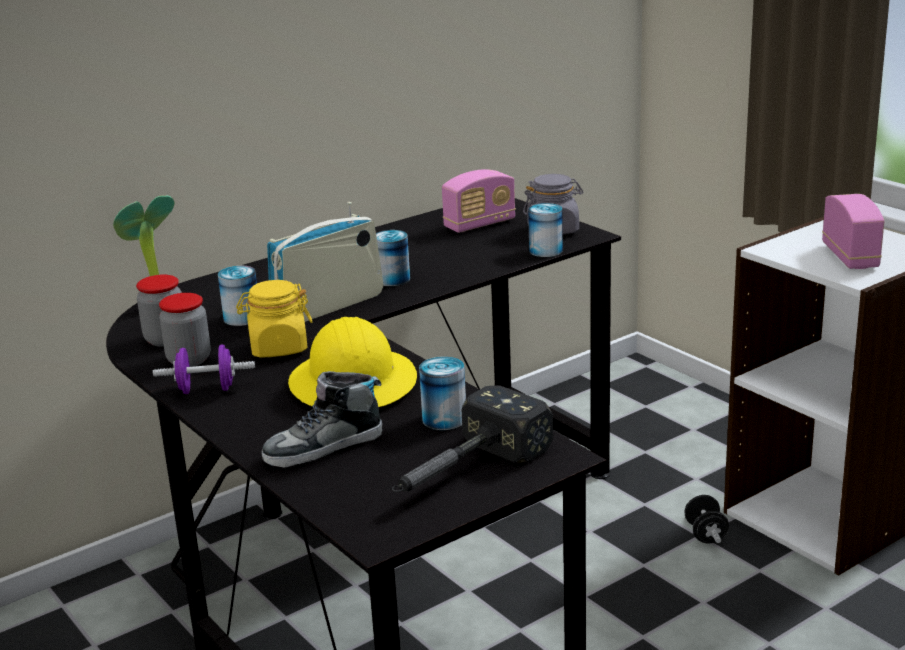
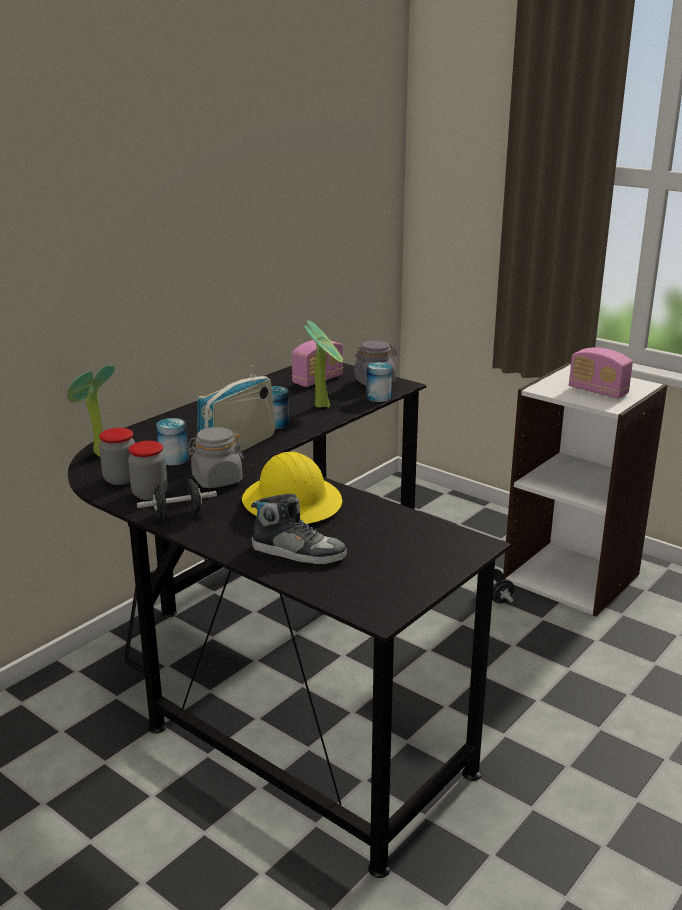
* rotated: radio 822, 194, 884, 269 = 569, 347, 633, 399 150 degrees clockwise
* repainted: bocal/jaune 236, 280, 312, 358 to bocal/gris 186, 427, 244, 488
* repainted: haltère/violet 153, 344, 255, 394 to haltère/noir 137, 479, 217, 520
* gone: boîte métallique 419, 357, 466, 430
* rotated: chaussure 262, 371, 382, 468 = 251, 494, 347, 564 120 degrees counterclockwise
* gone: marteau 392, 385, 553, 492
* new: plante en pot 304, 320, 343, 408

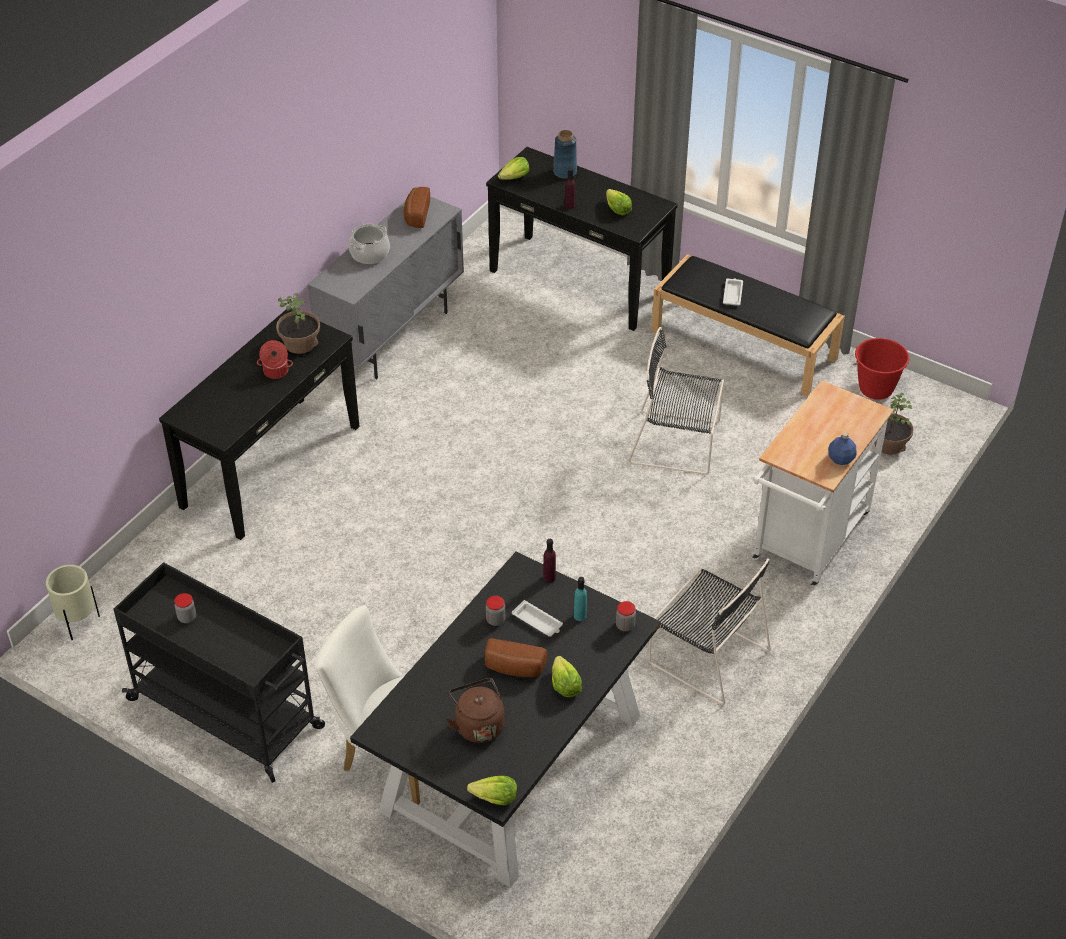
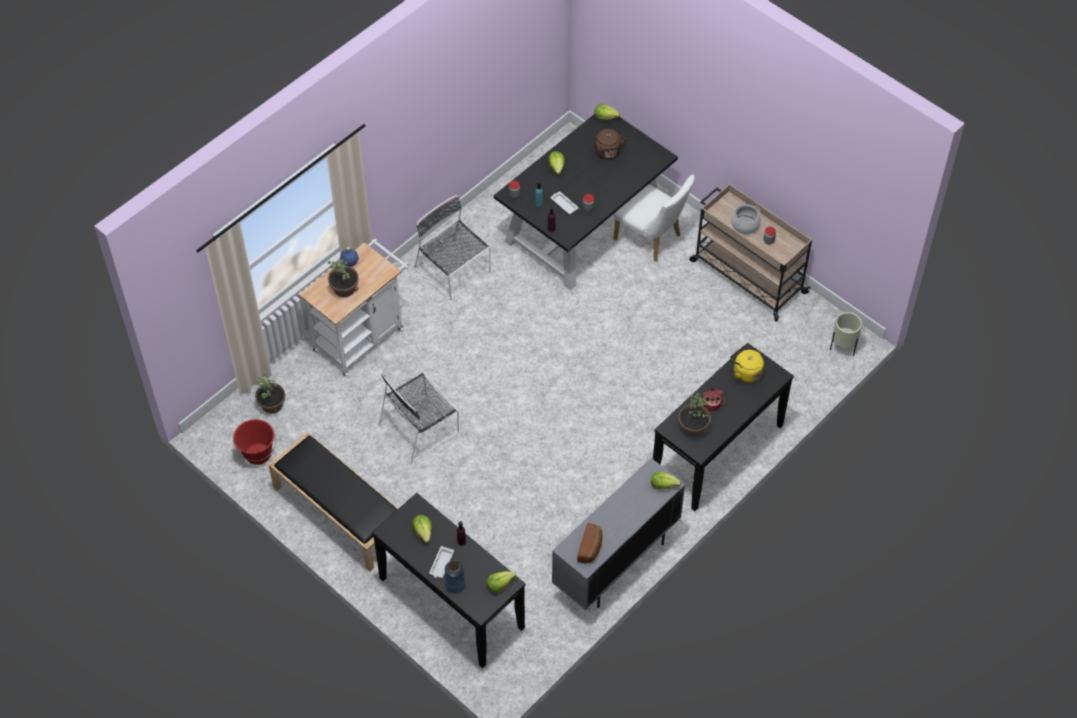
* shifted: marmite 349, 224, 390, 264 to 731, 204, 761, 234
* shifted: plateau/blanc 723, 279, 743, 305 to 429, 546, 454, 578
* rotated: chaise/noir 628, 327, 724, 475 = 379, 372, 459, 462 120 degrees clockwise
* repainted: chariot/noir 113, 562, 325, 783 to chariot/beige 690, 184, 812, 322
* gone: pain 485, 638, 548, 677
* new: plante en pot 328, 259, 359, 297
* new: bouilloire/jaune 730, 344, 764, 383
* new: laitue 651, 471, 681, 490

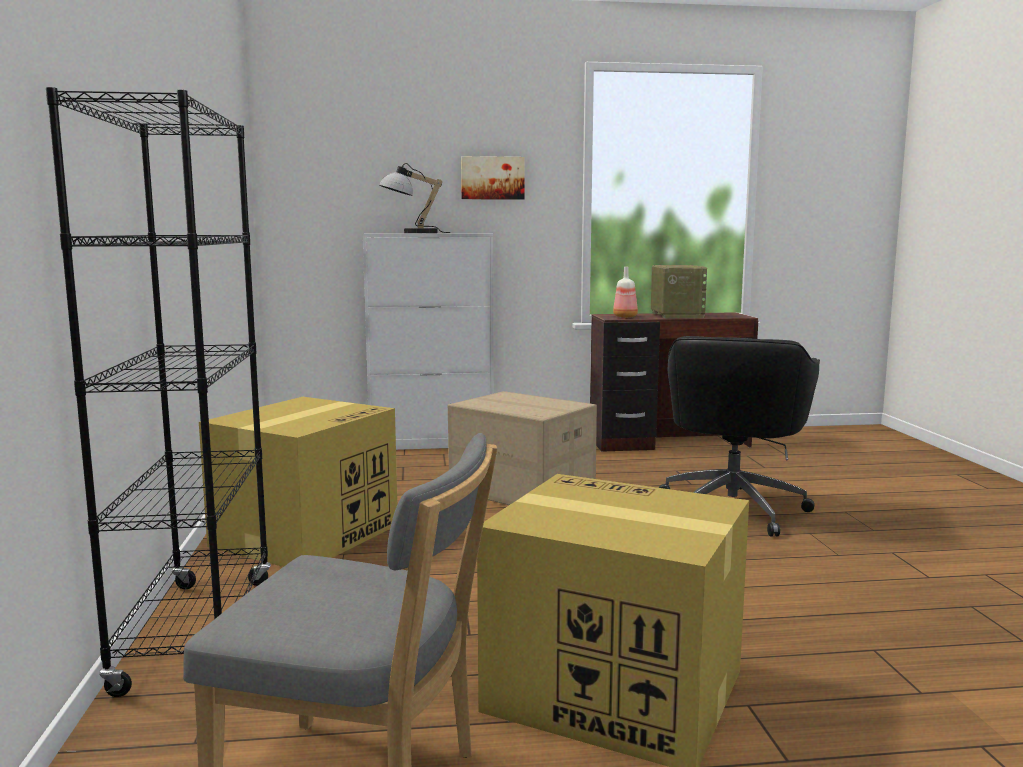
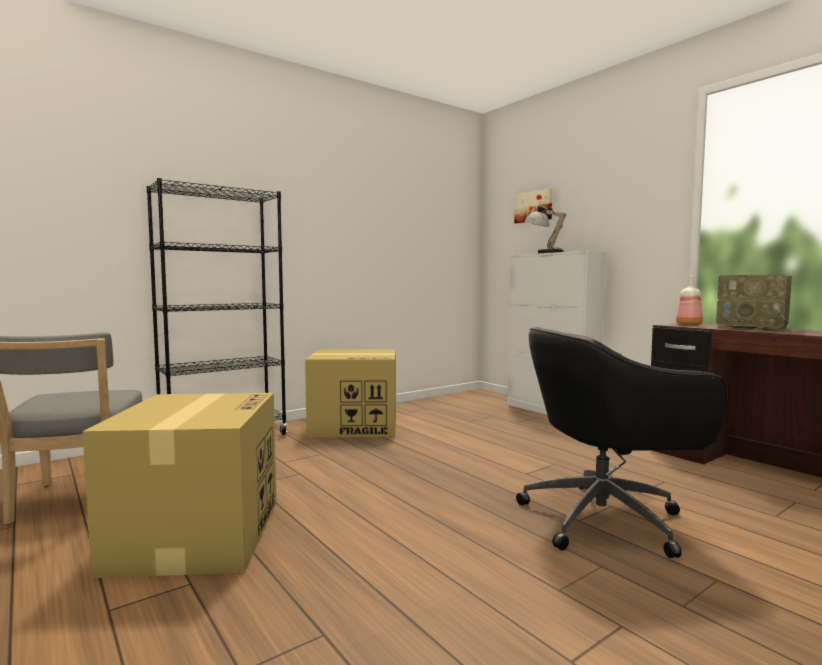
* shifted: tableau 461, 156, 525, 200 to 514, 188, 553, 223
* rotated: radio 651, 265, 707, 318 = 716, 275, 792, 332 75 degrees clockwise
* gone: carton 448, 391, 597, 505

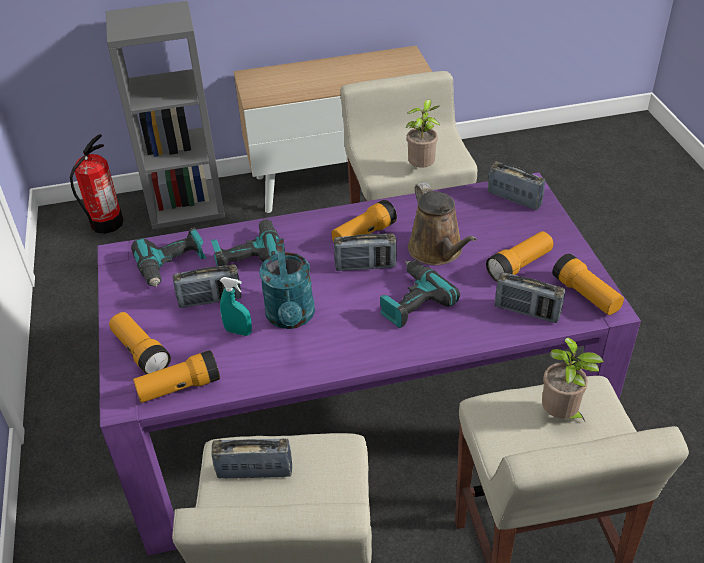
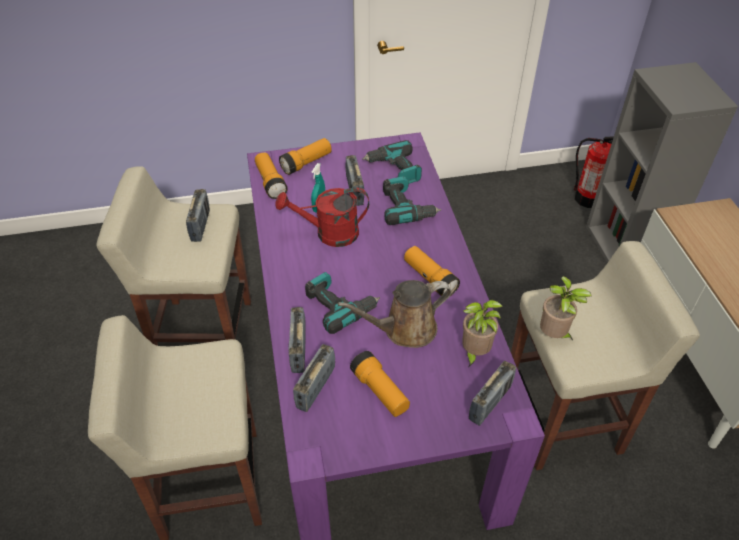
* shifted: radio 334, 234, 397, 271 to 289, 307, 306, 373
* repainted: arrosoir/turquoise 259, 238, 315, 329 to arrosoir/rouge 275, 188, 369, 247
* gone: lampe de poche 552, 254, 624, 315
* shifted: plante en pot 542, 337, 604, 423 to 462, 300, 503, 368

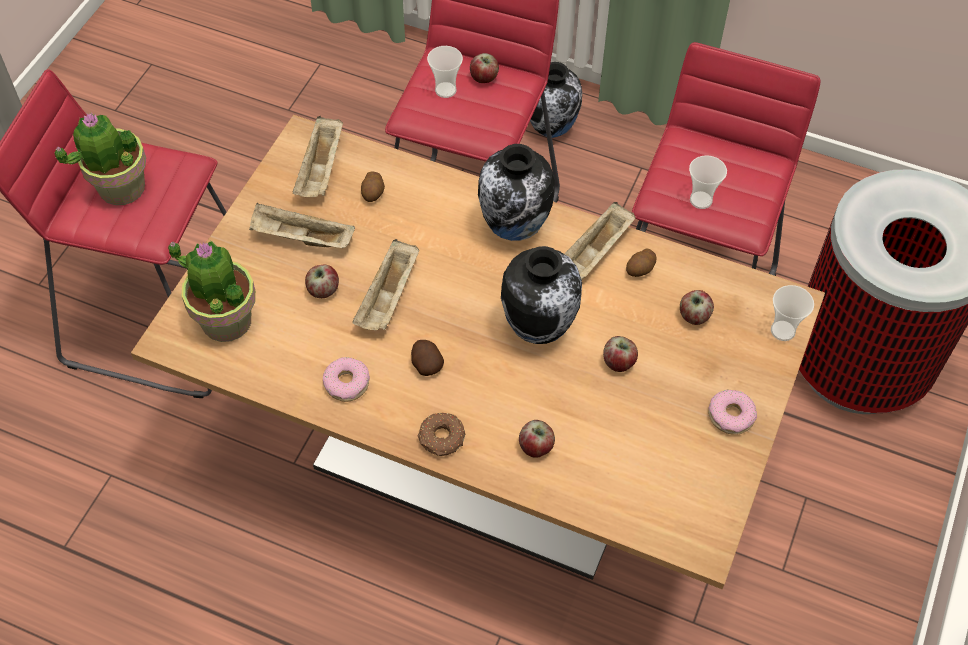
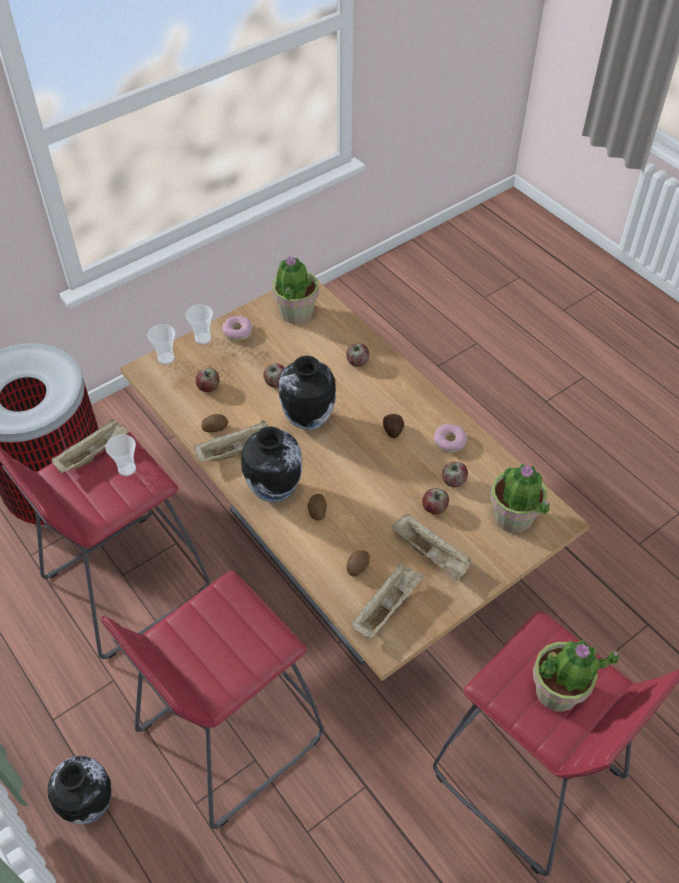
* shifted: tasse 427, 46, 463, 98 to 186, 304, 213, 344
* shifted: pomme 470, 53, 499, 83 to 442, 462, 468, 487
* shifted: plateau/beige 352, 239, 419, 330 to 51, 419, 130, 473
* gone: beignet 417, 413, 465, 456
* new: plante en pot 273, 256, 319, 324
* new: pomme de terre 307, 494, 327, 521

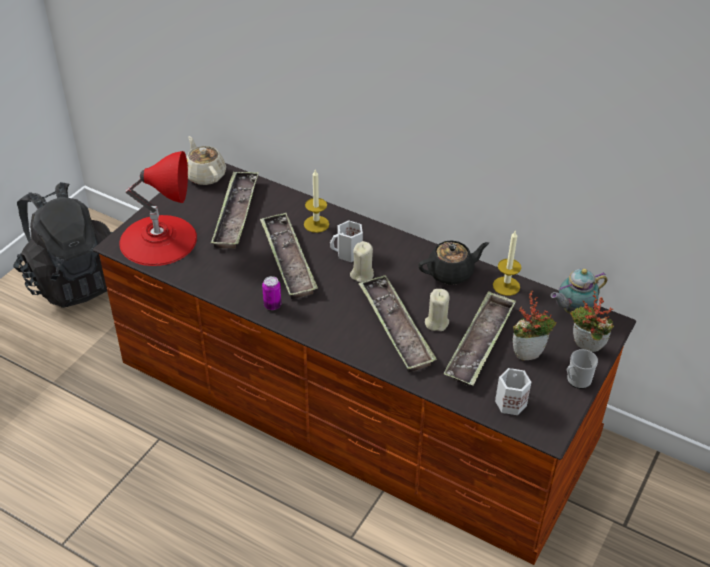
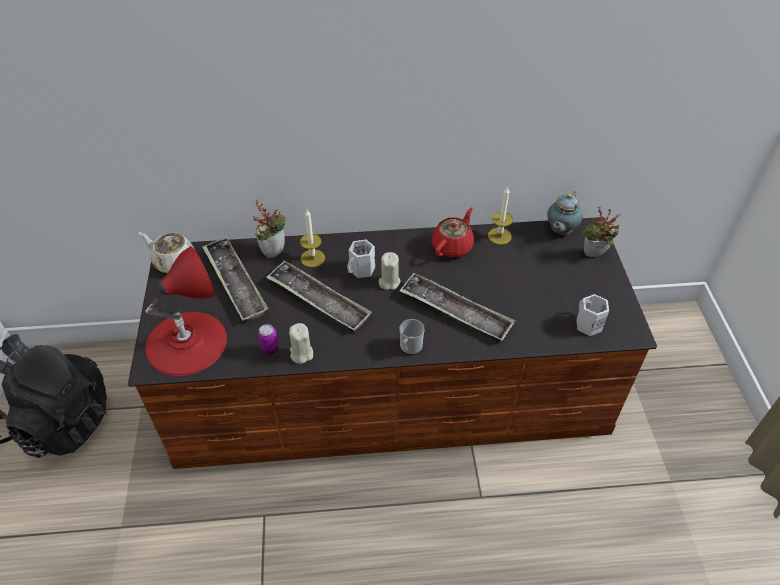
* repainted: théière/noir 418, 240, 489, 285 to théière/rouge 431, 207, 474, 257
* shifted: boîte métallique 262, 276, 281, 310 to 258, 324, 279, 356
* shifted: bougie/beige 425, 289, 449, 331 to 289, 323, 313, 364
* shifted: plante en pot 513, 290, 556, 360 to 253, 199, 286, 258
* gone: plateau 443, 291, 516, 386
* shifted: mug 567, 349, 598, 389 to 400, 319, 425, 355

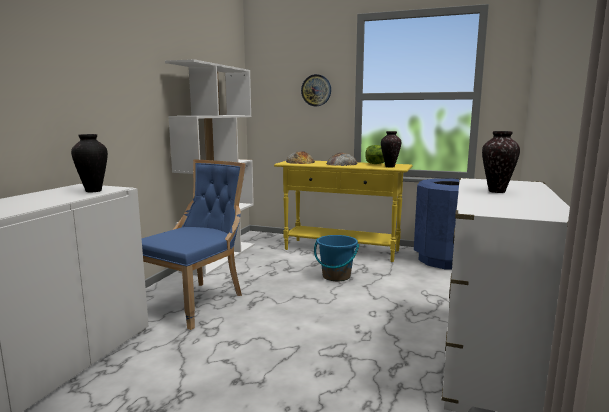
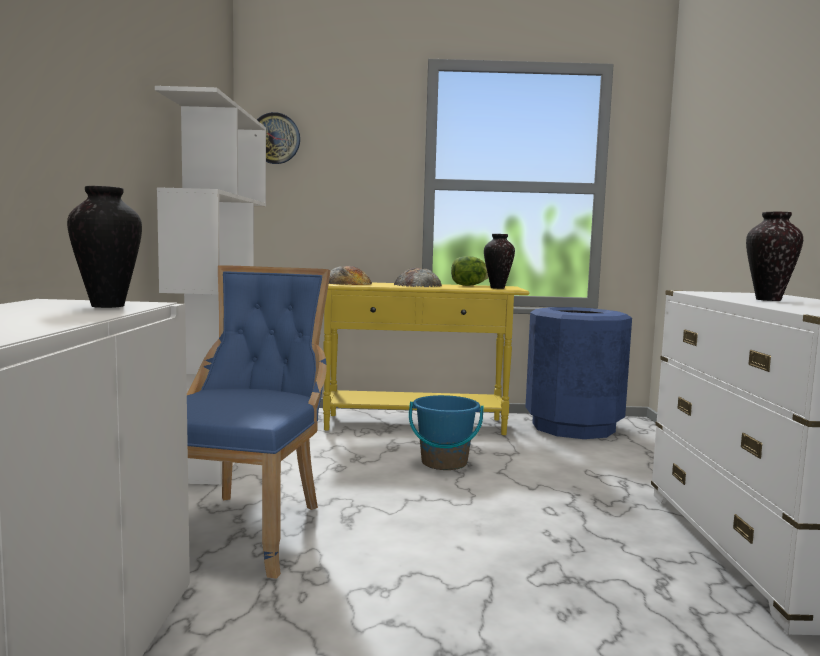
* shifted: horloge murale 301, 74, 331, 106 to 257, 112, 300, 164

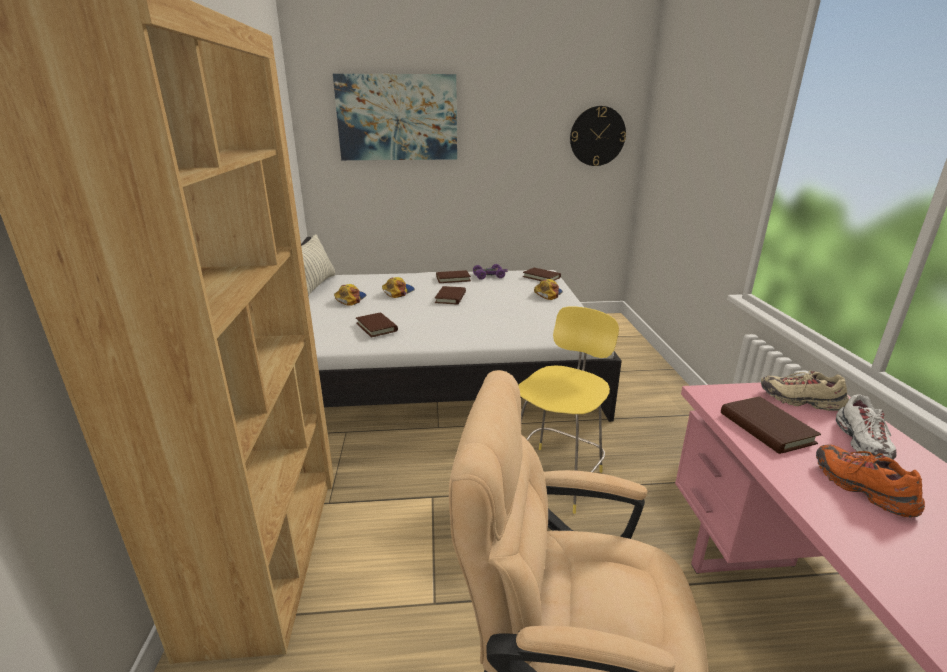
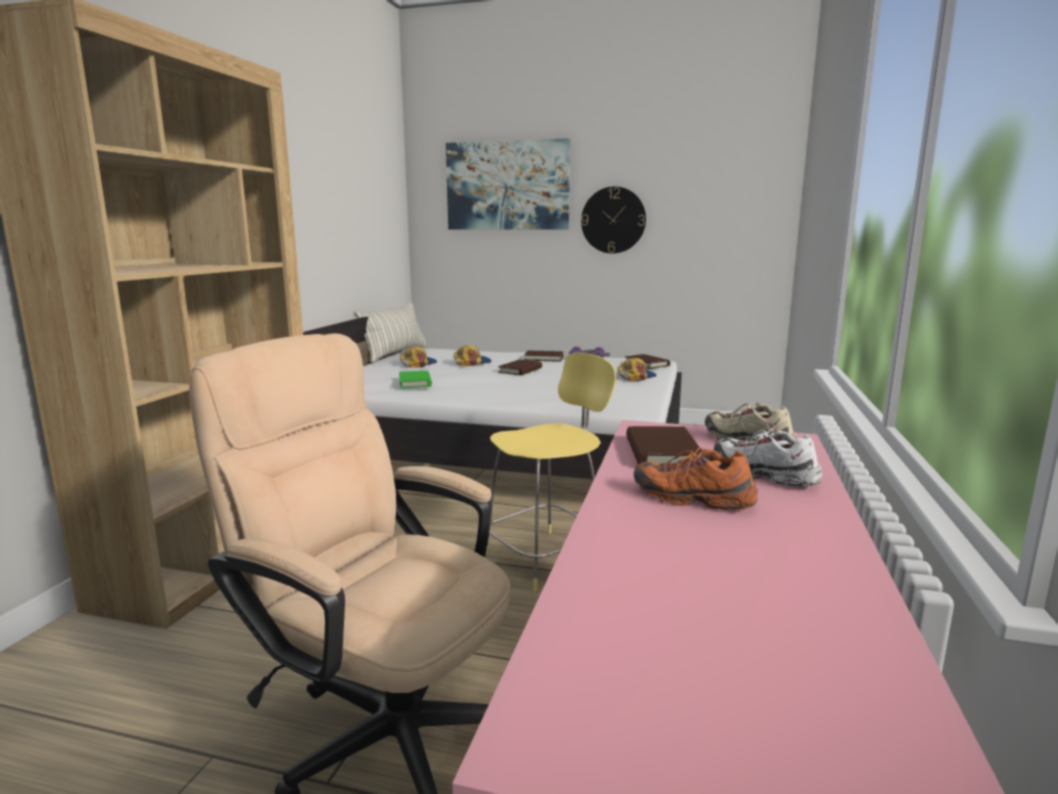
* shifted: horloge murale 570, 106, 626, 166 to 581, 186, 646, 254
* repainted: livre/marron 356, 312, 398, 337 to livre/vert 399, 371, 432, 388
* rotated: chaussure/blanc 836, 394, 897, 460 = 714, 428, 822, 487 105 degrees clockwise
* rotated: chaussure/orange 816, 445, 925, 518 = 634, 447, 758, 510 60 degrees counterclockwise

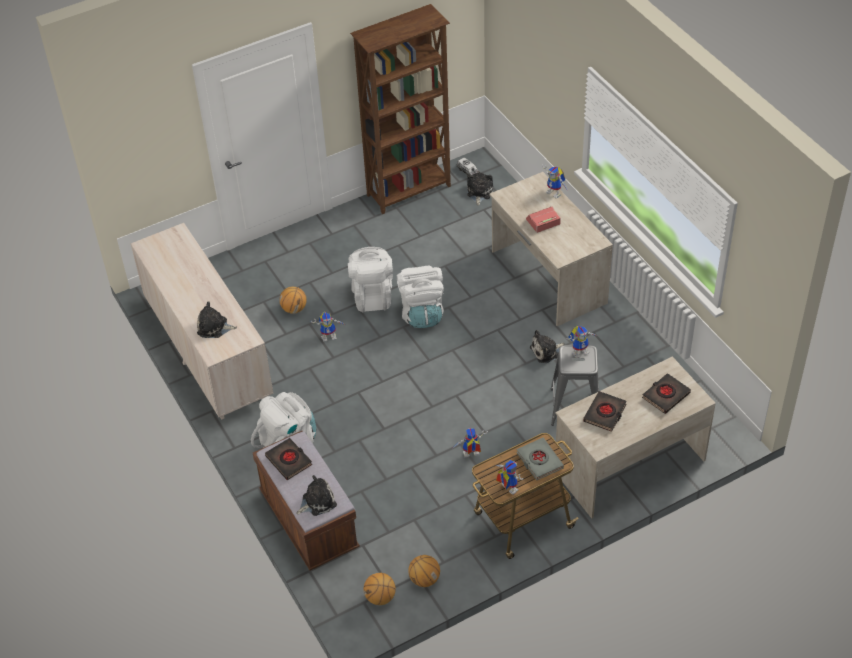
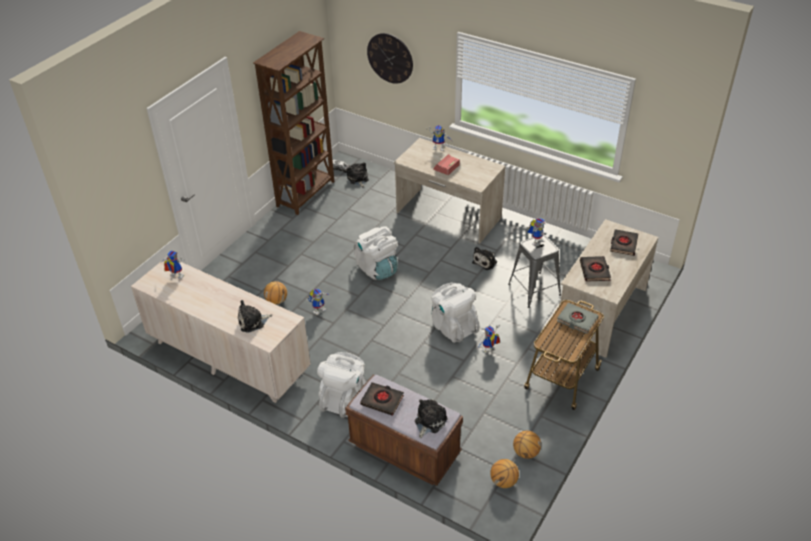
* shifted: sac à dos/blanc 348, 247, 393, 312 to 432, 283, 479, 342
* shifted: robot jouet 495, 460, 523, 495 to 160, 251, 185, 279
* new: horloge murale 367, 33, 413, 84

